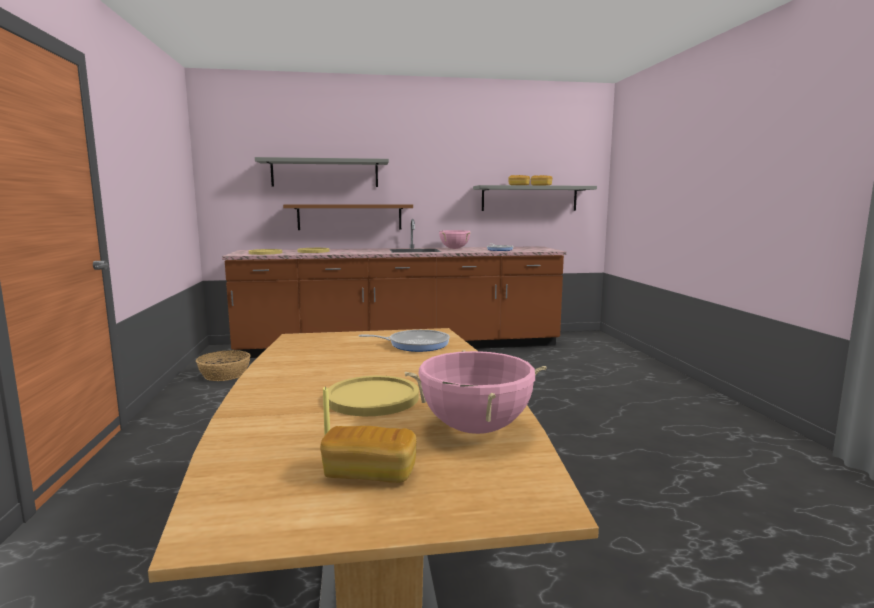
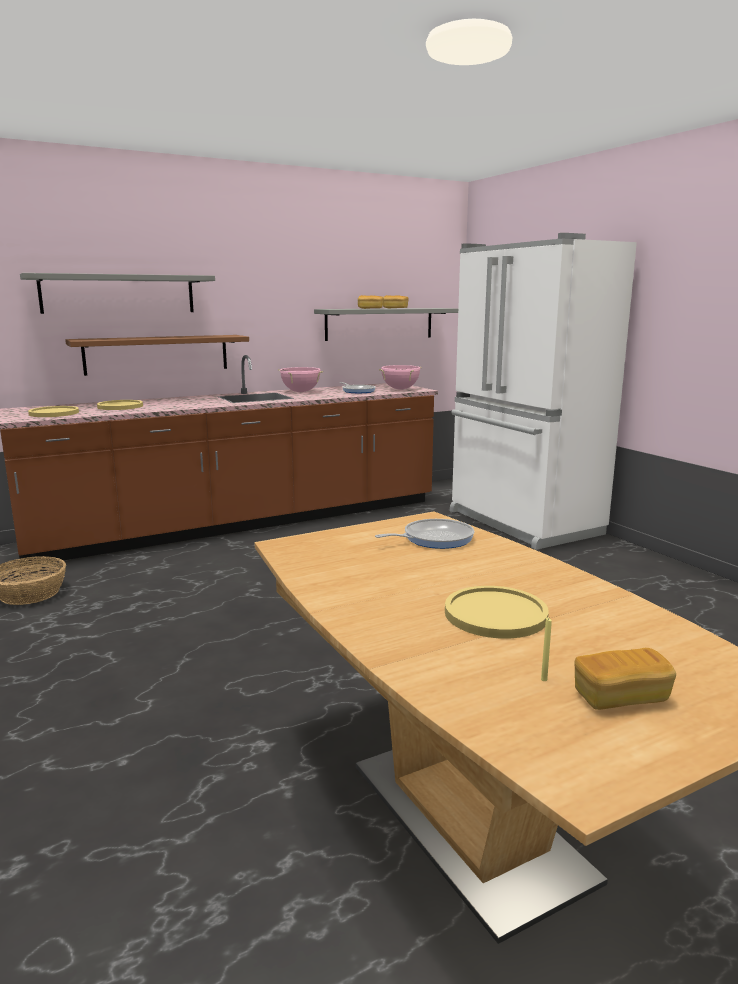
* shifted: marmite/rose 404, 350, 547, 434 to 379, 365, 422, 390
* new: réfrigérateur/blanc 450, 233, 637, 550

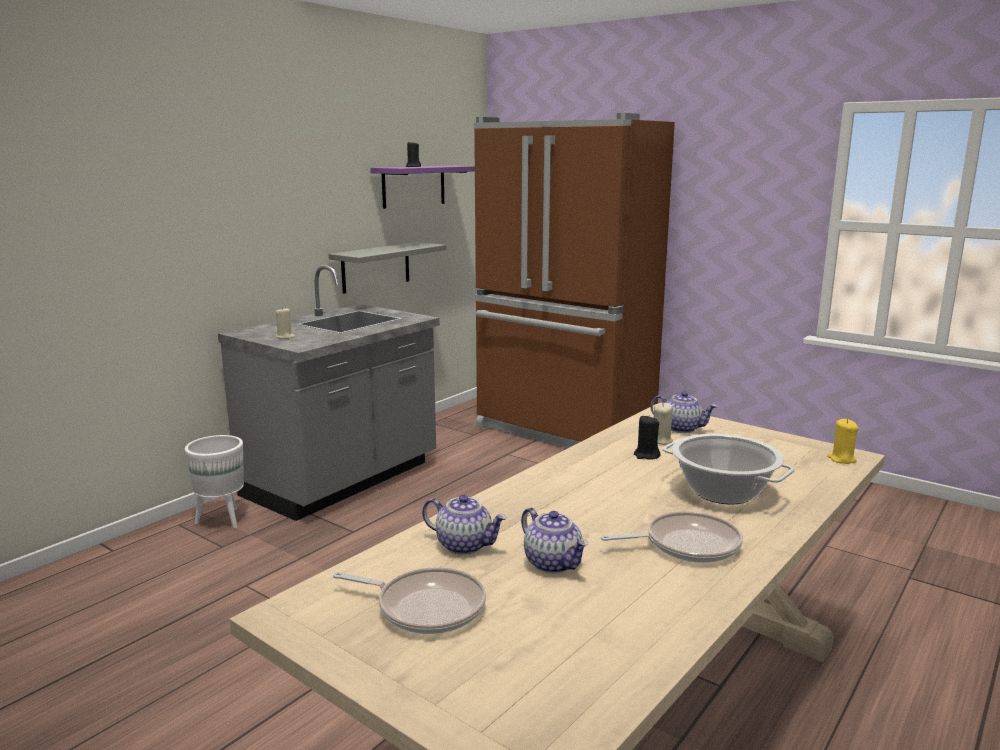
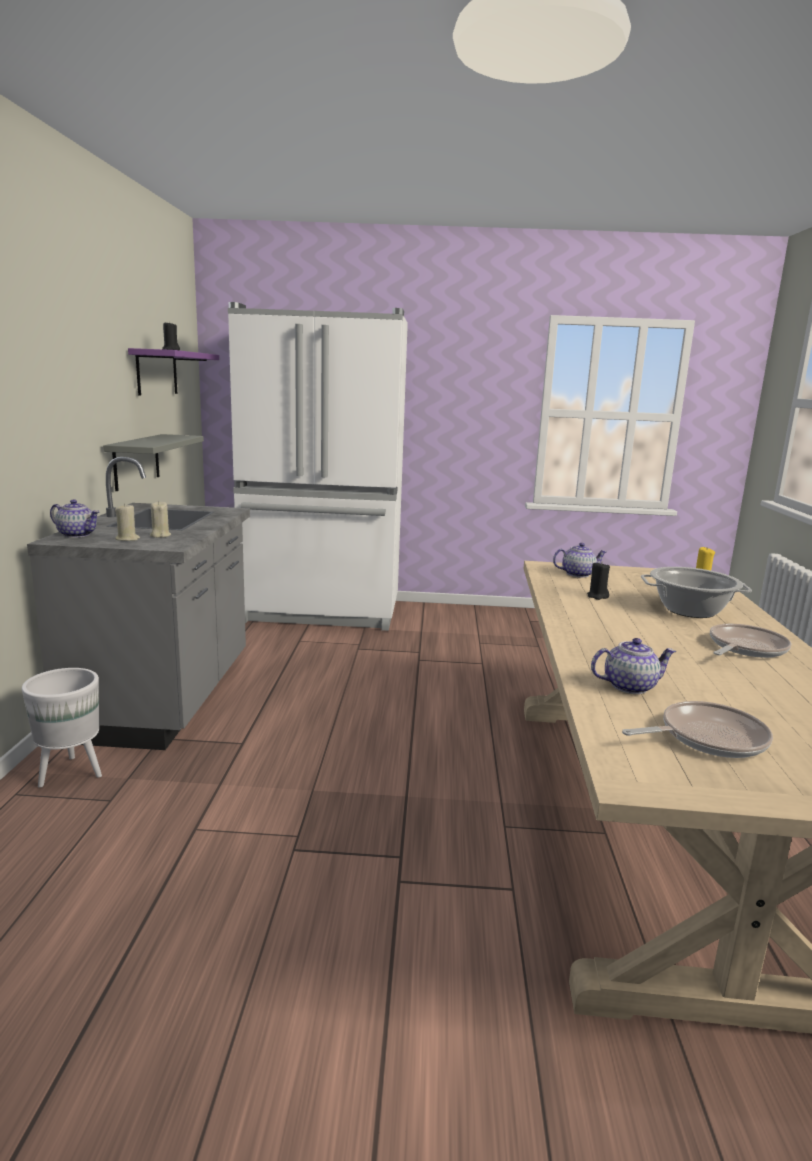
* repainted: réfrigérateur/marron 474, 113, 675, 448 to réfrigérateur/blanc 228, 302, 408, 631
* shifted: bougie/beige 654, 403, 673, 445 to 150, 501, 171, 538
* shifted: théière 521, 507, 588, 573 to 50, 499, 100, 538

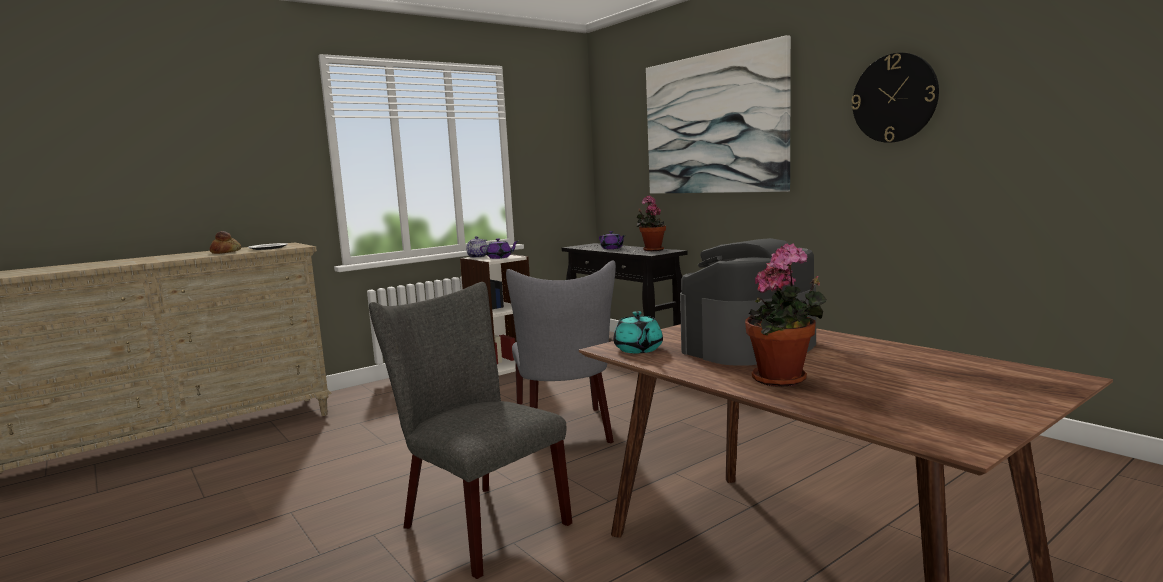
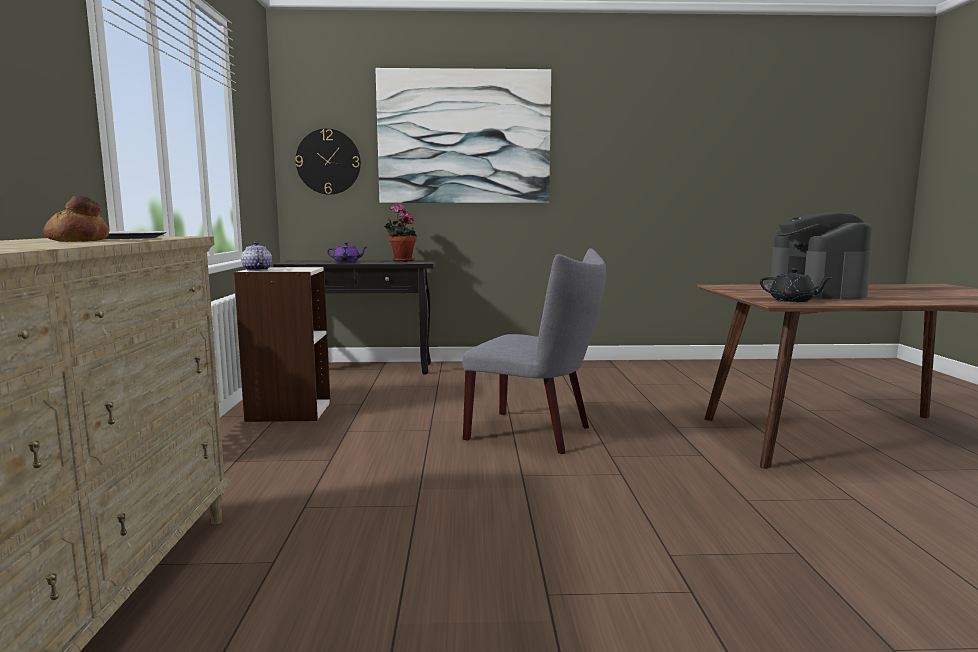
* shifted: horloge murale 851, 53, 939, 143 to 295, 128, 361, 195
* gone: théière/violet 480, 238, 518, 259
* gone: plante en pot 745, 244, 827, 387
* gone: chaise/gris 369, 282, 572, 579
* repainted: théière/turquoise 613, 311, 663, 353 to théière/noir 760, 269, 833, 302

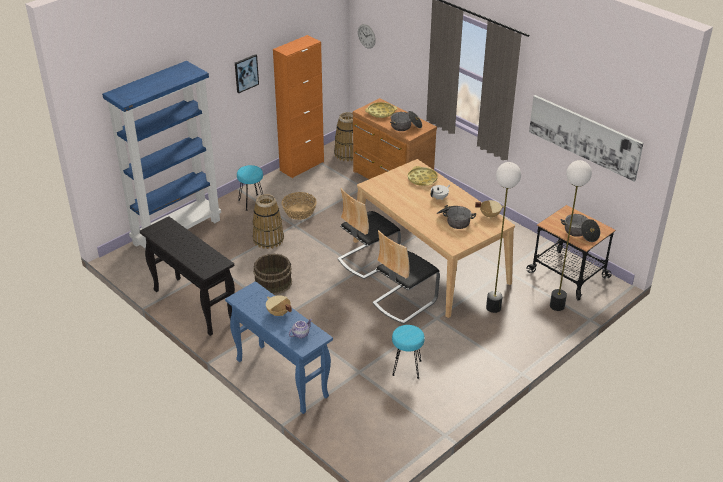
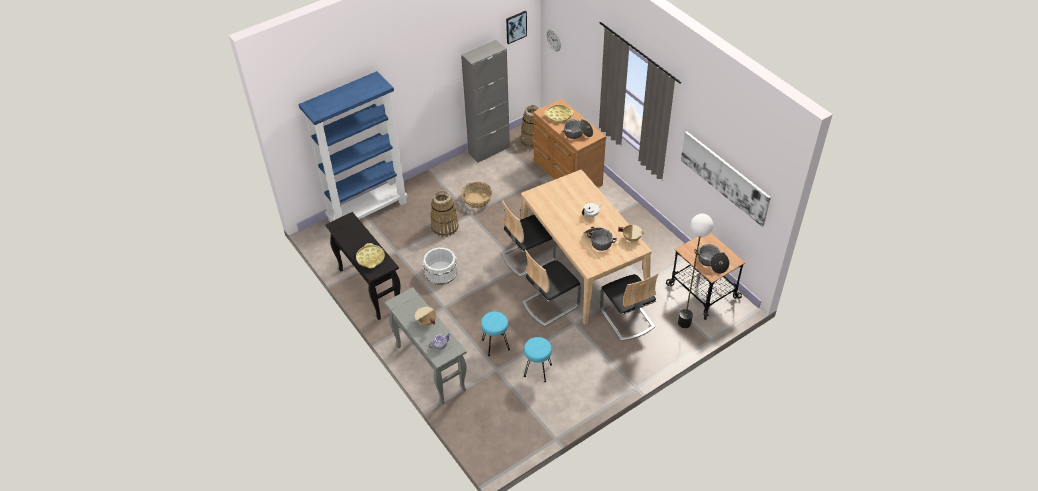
* repainted: meuble de rangement/orange 273, 35, 324, 178 to meuble de rangement/gris 461, 40, 510, 163
* shifted: tableau 235, 54, 259, 93 to 506, 11, 527, 44
* swapped: lampadaire 486, 162, 521, 313 to chaise 600, 273, 659, 341
* shifted: tabouret/turquoise 237, 165, 263, 211 to 481, 312, 510, 356
* shifted: plateau/jaune 408, 166, 438, 186 to 356, 243, 385, 268
* repainted: seau/marron 253, 254, 292, 295 to seau/blanc 423, 247, 457, 285
* repainted: table console/bleu 225, 281, 333, 414 to table console/gris 385, 287, 467, 405

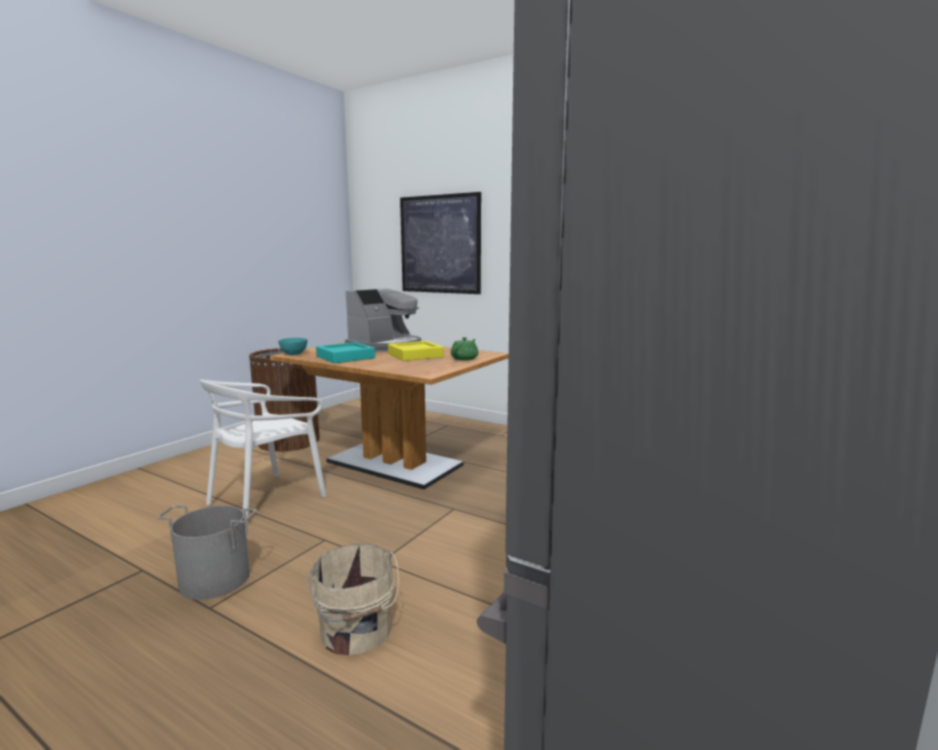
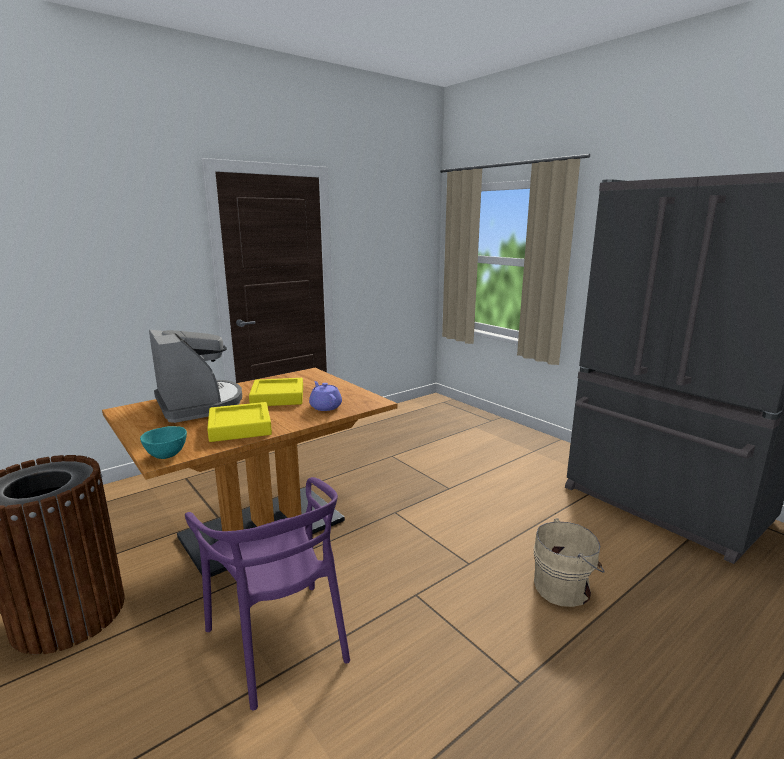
* gone: tableau 400, 192, 481, 294
* gone: théière/vert 451, 337, 478, 360
* repainted: plateau/turquoise 316, 342, 375, 363 to plateau/jaune 207, 402, 272, 442
* repainted: chaise/blanc 200, 380, 327, 524 to chaise/violet 185, 477, 350, 711
* gone: seau/gris 157, 505, 257, 600
* new: théière/violet 309, 381, 342, 411

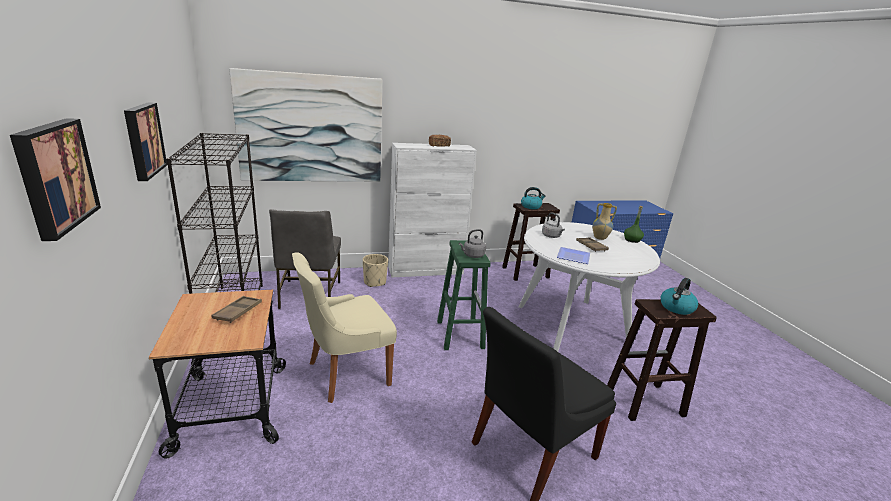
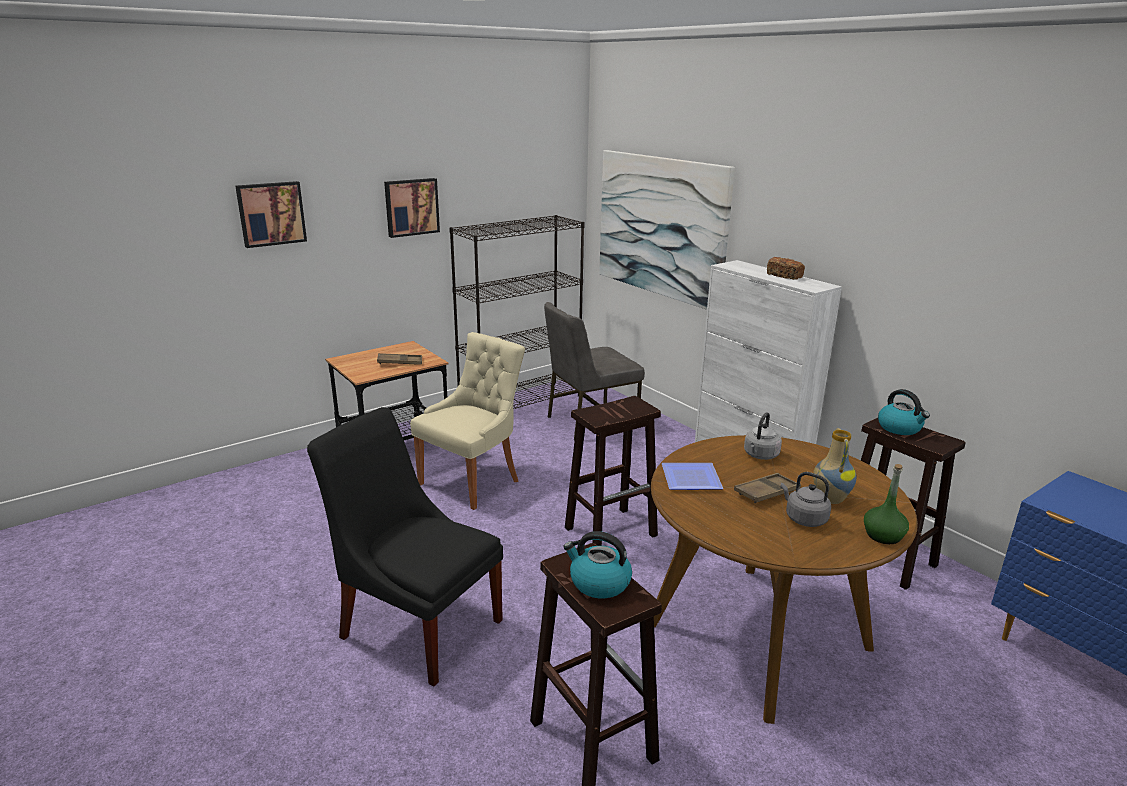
* repainted: table à manger/blanc 518, 222, 660, 352 to table à manger/marron 651, 435, 918, 724
* shifted: bouilloire/gris 459, 229, 486, 258 to 780, 472, 831, 527
* repainted: tabouret/vert 437, 240, 491, 350 to tabouret/marron 565, 396, 661, 546
* rotated: chaise/beige 292, 252, 397, 403 = 410, 332, 525, 510 90 degrees clockwise
* gone: cache-pot/beige 363, 254, 388, 287

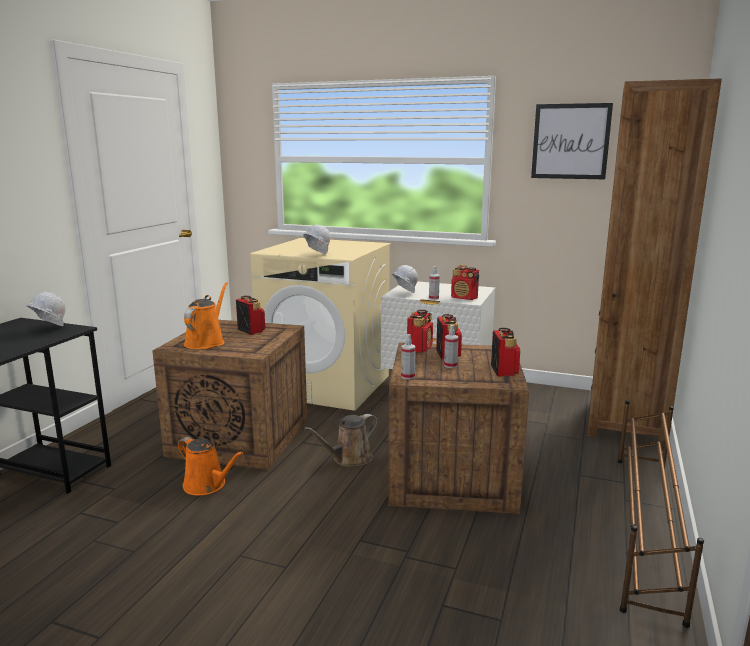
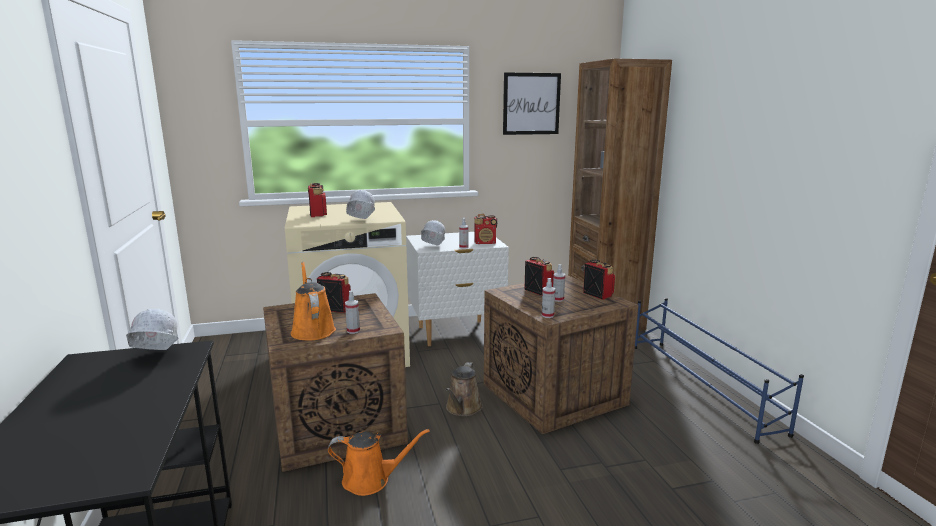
* shifted: radio 407, 310, 433, 353 to 308, 183, 327, 217
* repainted: étagère à chaussures/marron 618, 400, 704, 628 to étagère à chaussures/bleu 635, 298, 804, 444
* new: vaporisateur 345, 291, 360, 334

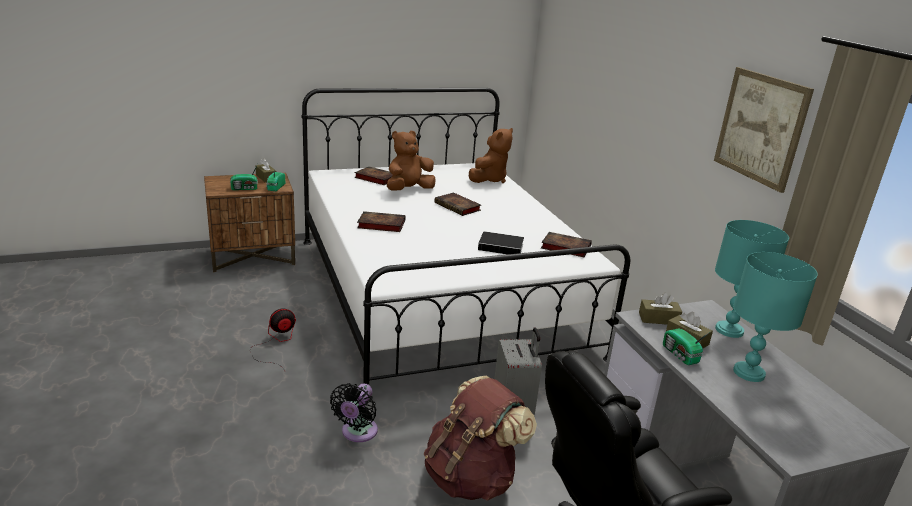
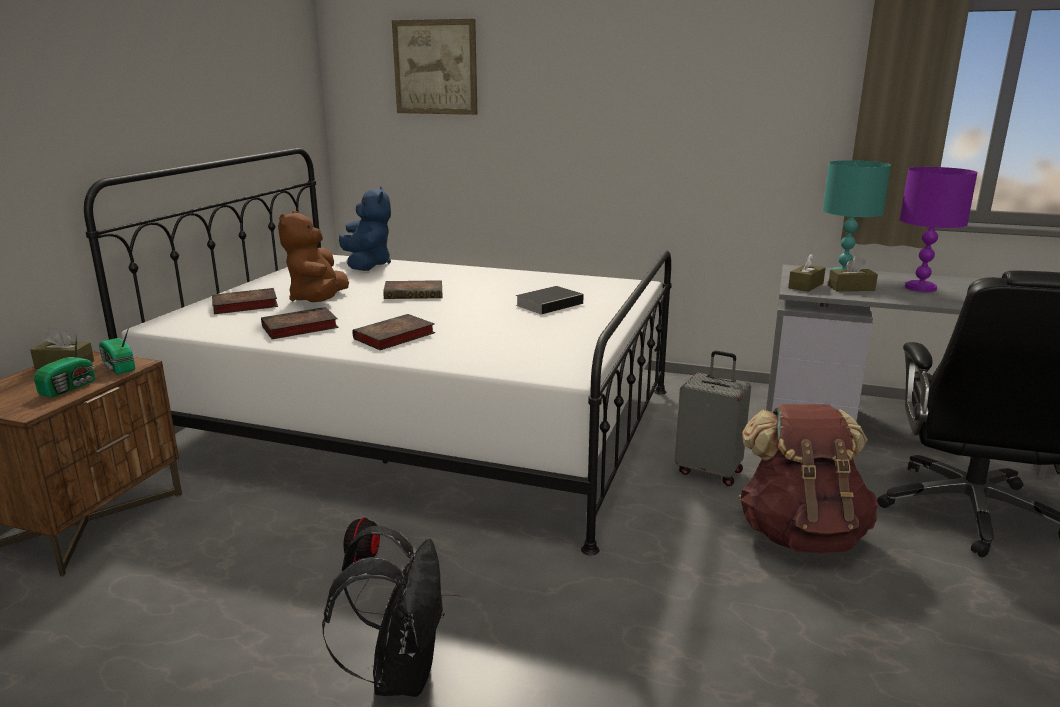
* shifted: tableau 714, 67, 814, 193 to 392, 19, 477, 115
* repainted: peluche/marron 469, 128, 513, 183 to peluche/bleu 339, 186, 391, 271
* shifted: livre 541, 232, 592, 257 to 261, 307, 339, 339
* repainted: lampe de table/turquoise 733, 252, 818, 382 to lampe de table/violet 900, 167, 978, 292
* gone: radio 663, 328, 711, 365
* gone: ventilateur/noir 330, 383, 378, 442
* new: sac à dos/noir 322, 526, 444, 697

